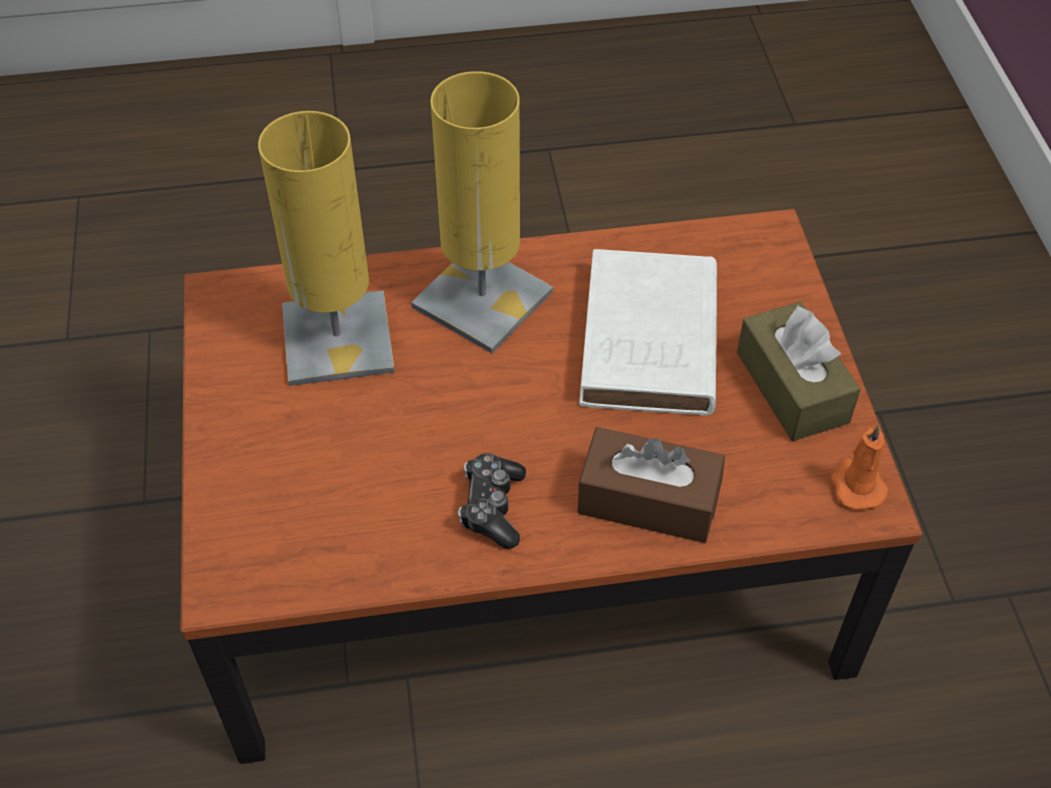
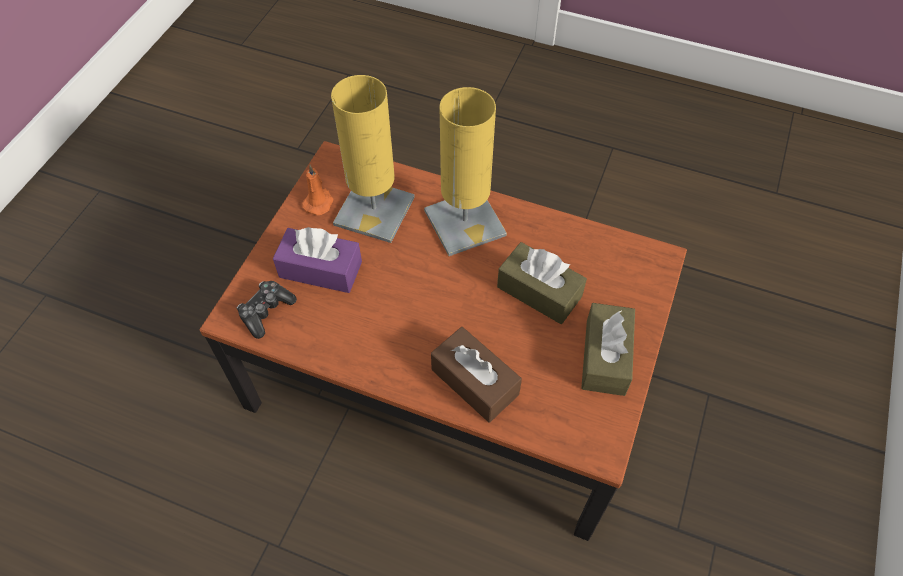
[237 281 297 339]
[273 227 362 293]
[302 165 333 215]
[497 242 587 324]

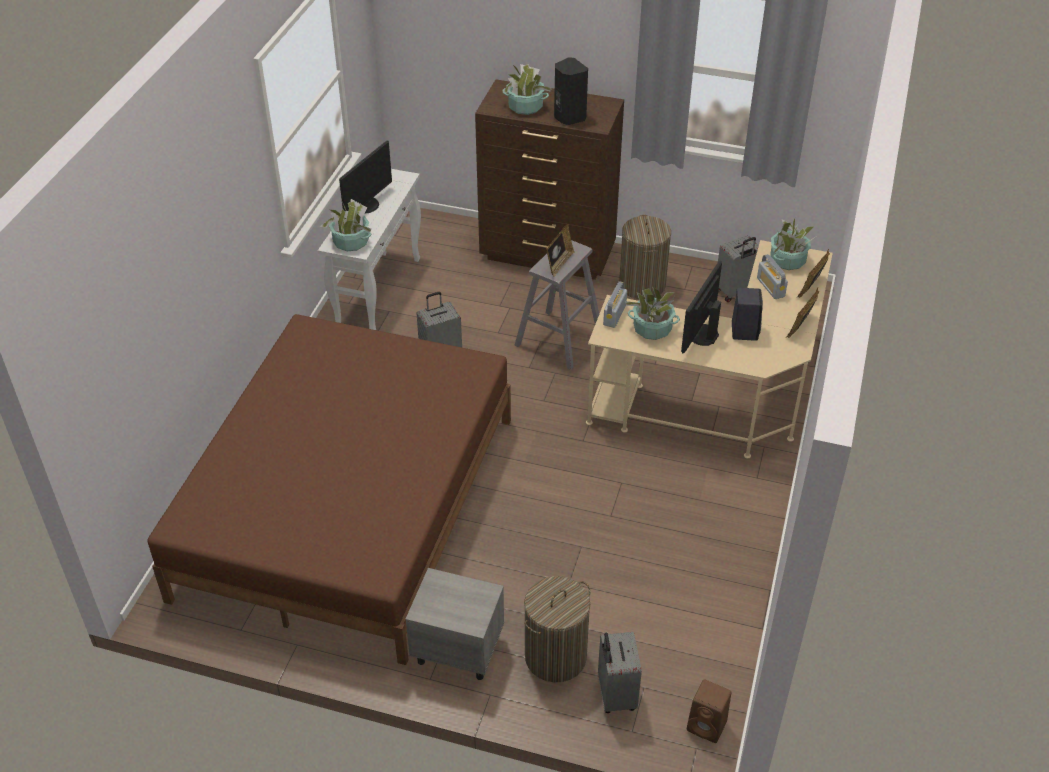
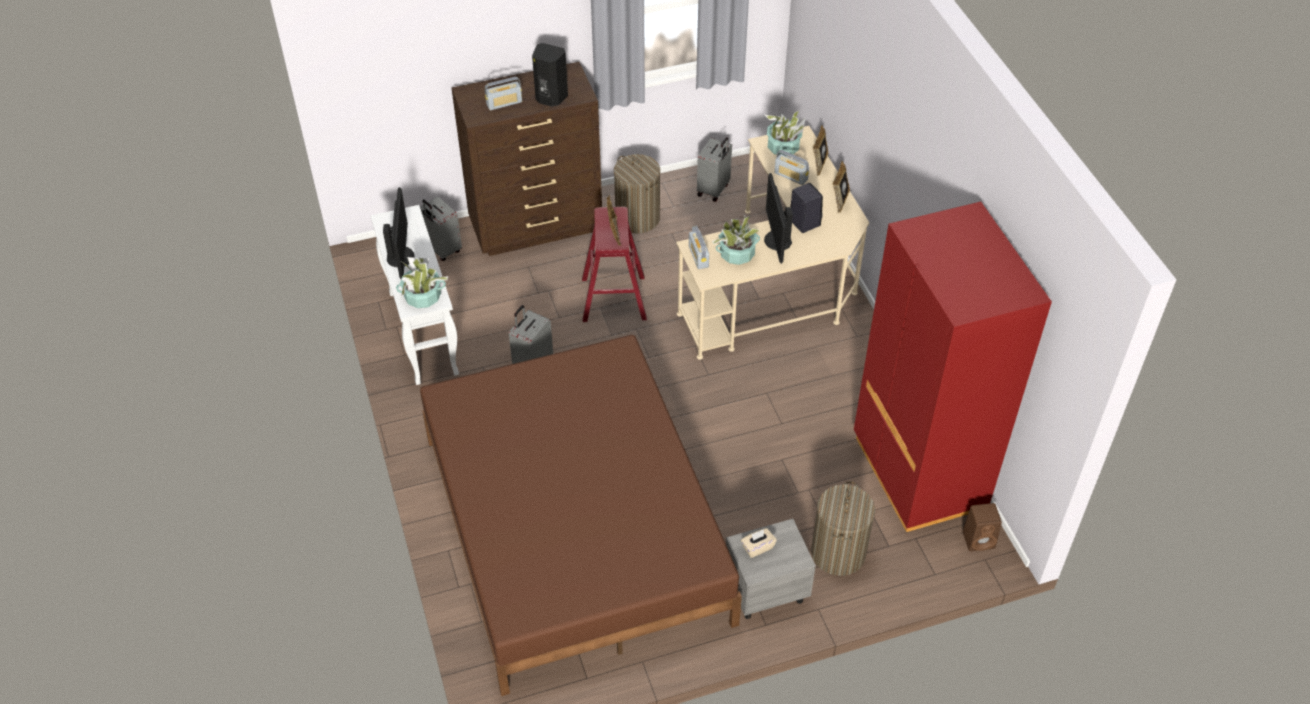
[420 197 462 261]
[485 77 522 110]
[582 207 647 322]
[741 528 777 558]
[854 202 1052 532]

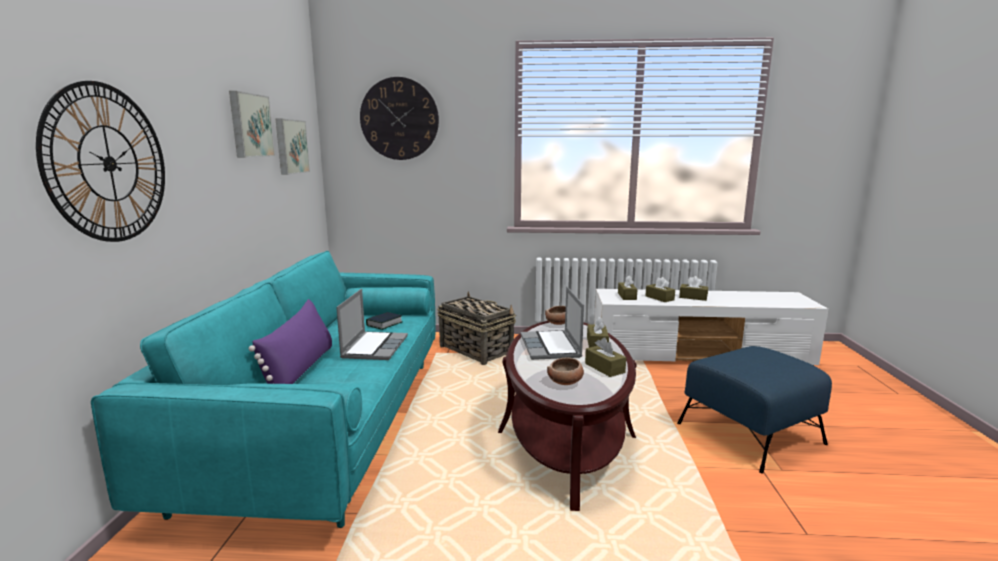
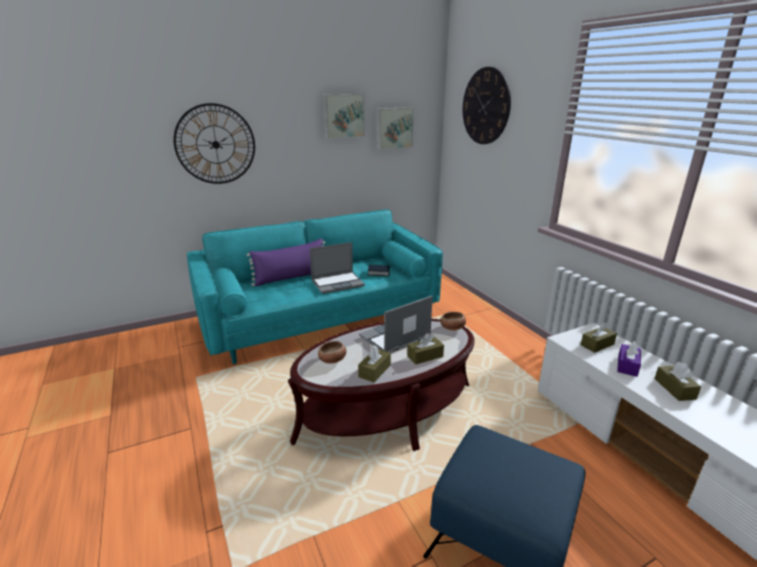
[617 341 641 377]
[437 291 516 365] (first image)

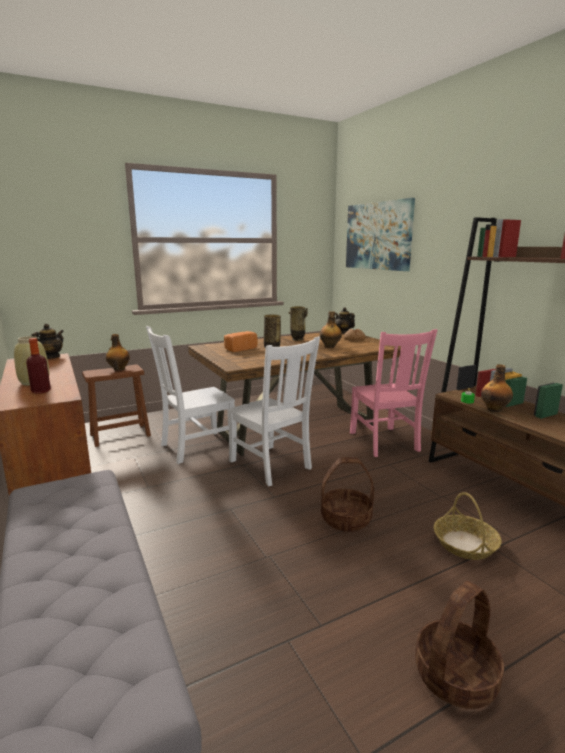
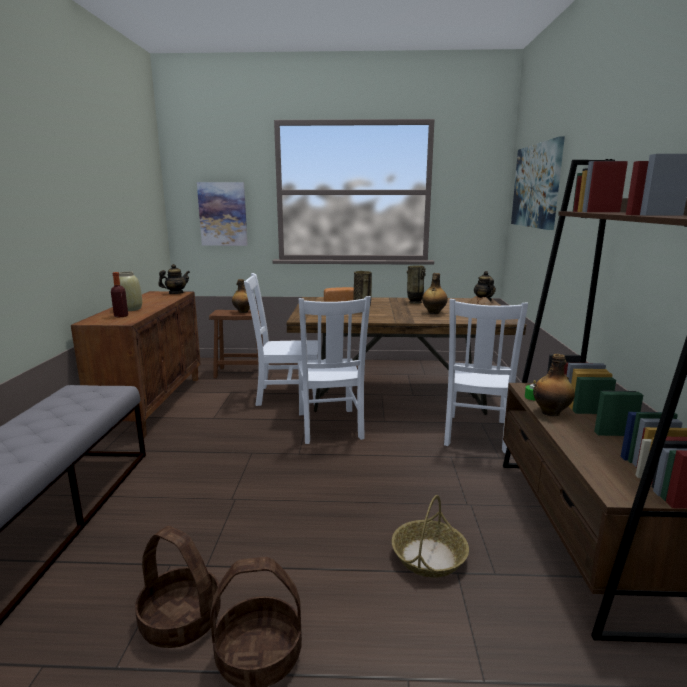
[135 526 221 648]
[197 182 248 246]
[444 299 528 453]

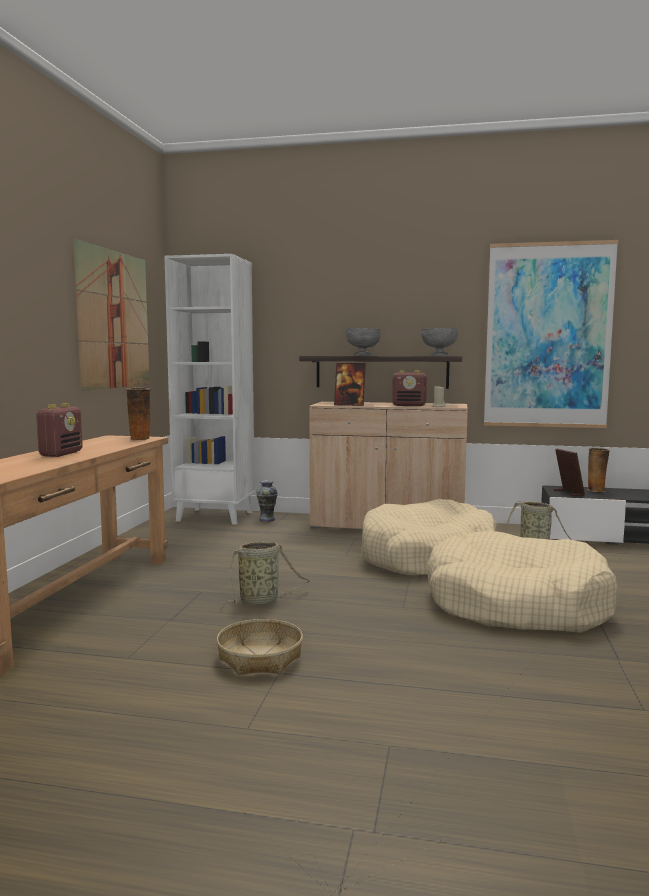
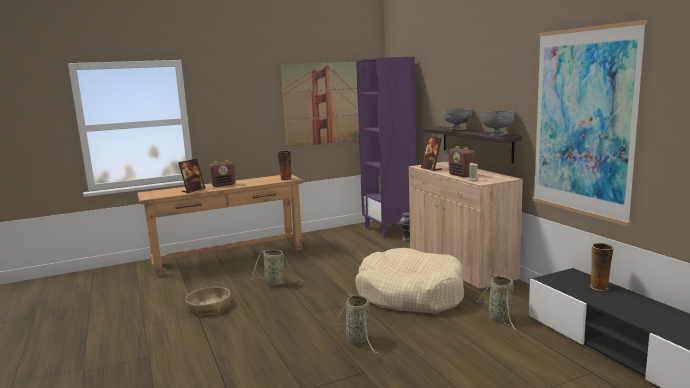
[178 159 206 193]
[333 294 378 354]
[356 57 416 239]

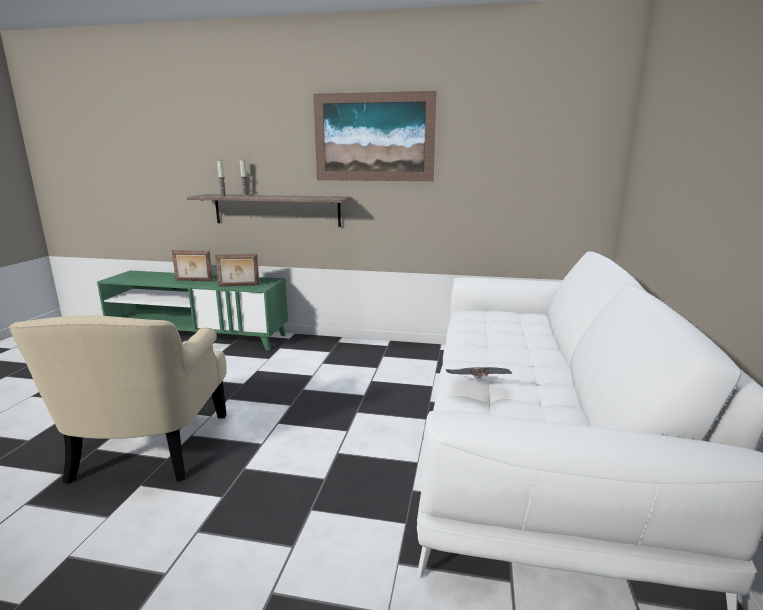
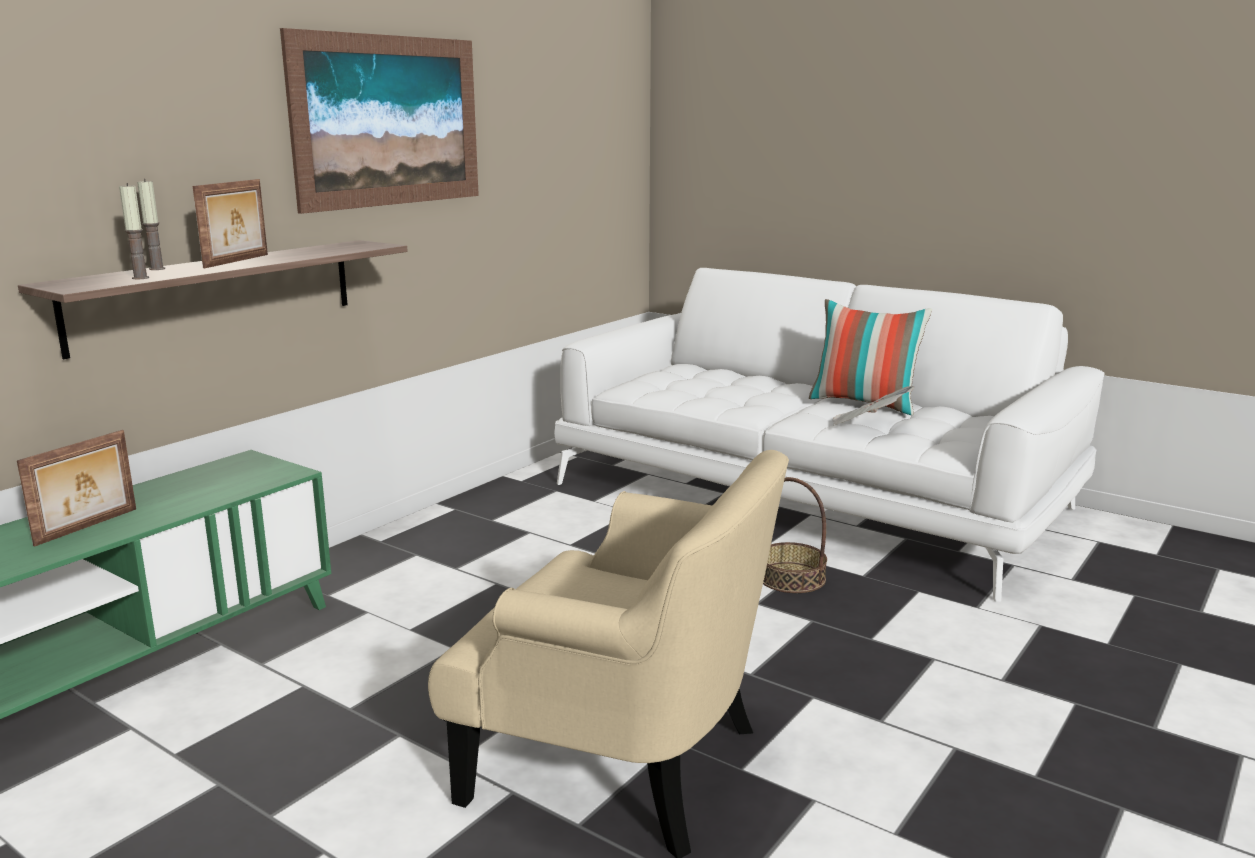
[193 179 268 268]
[763 477 827 593]
[809 299 932 416]

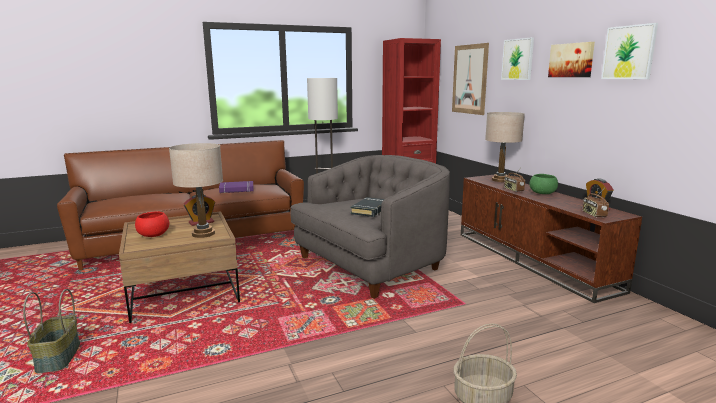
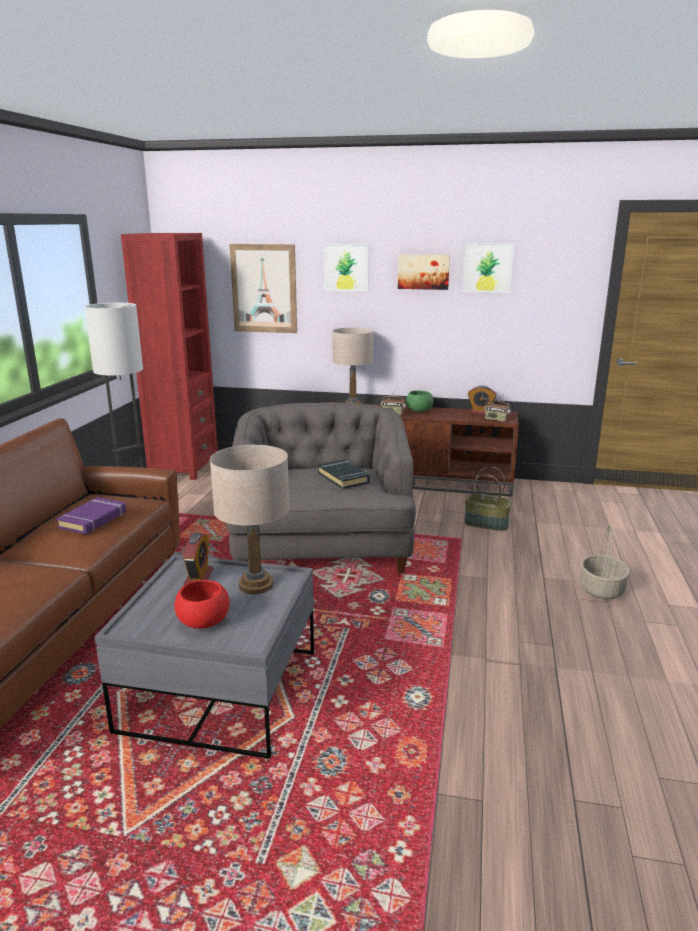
[94 554 314 759]
[465 467 512 531]

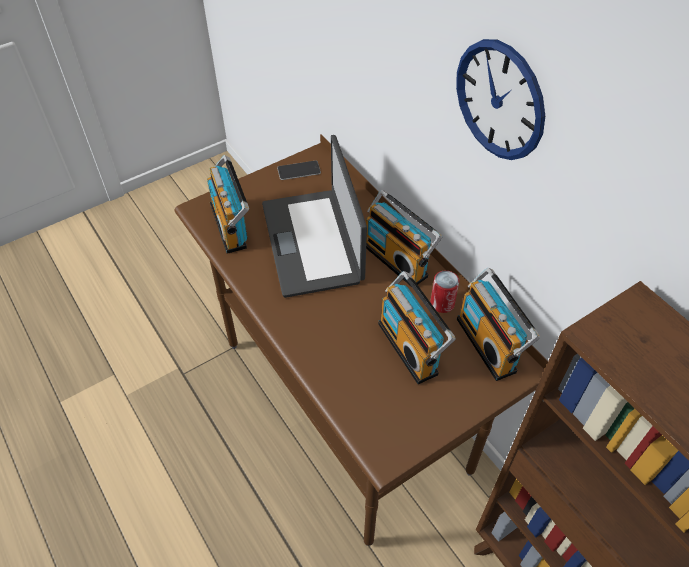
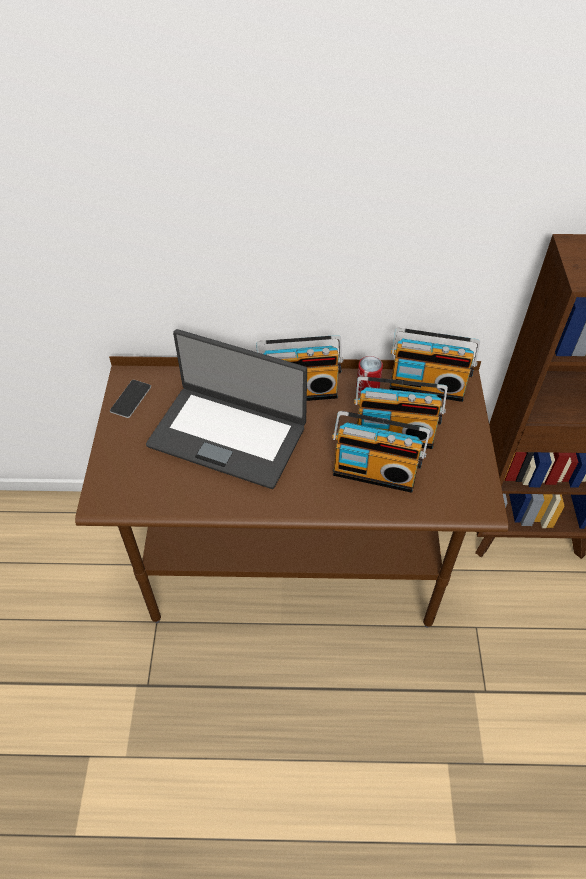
[332 411 430 493]
[456 39 545 160] (first image)

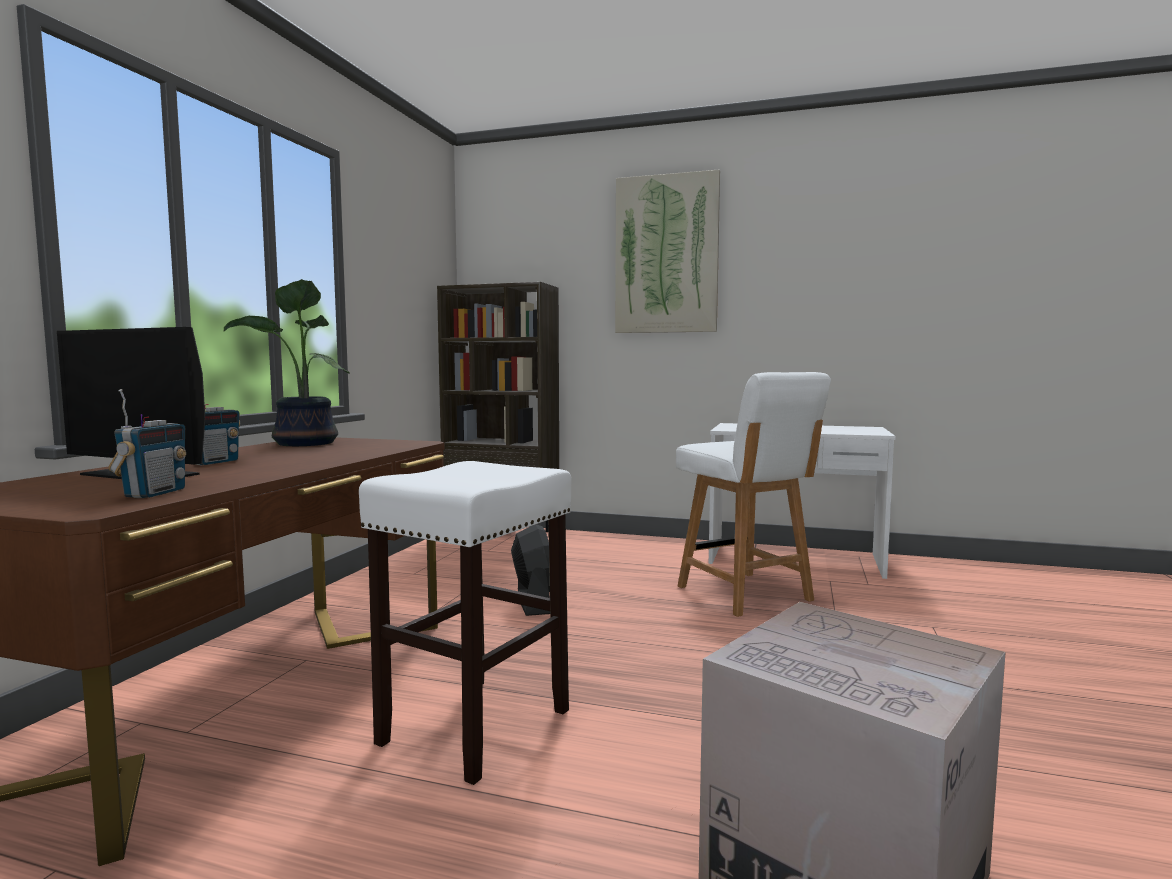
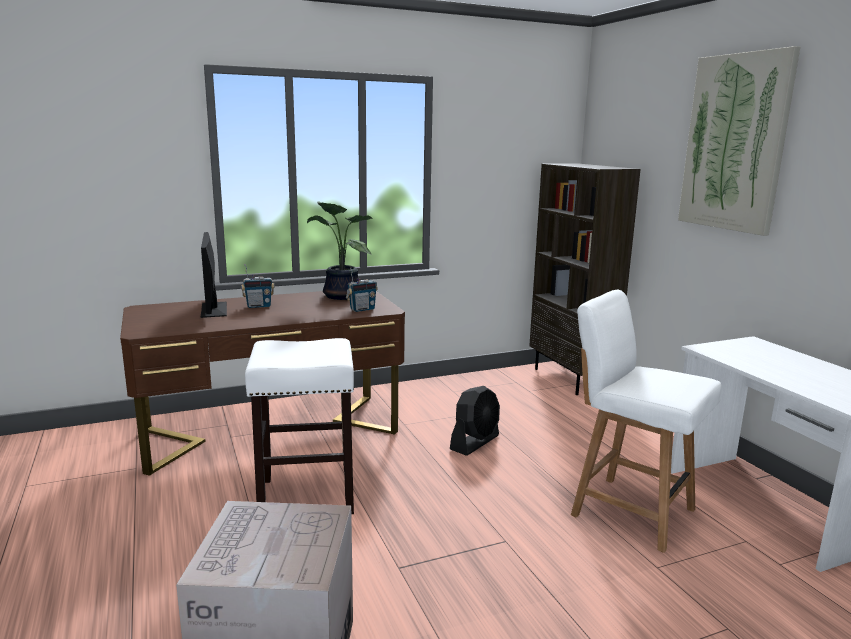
[346 268 378 312]
[571 290 721 553]

